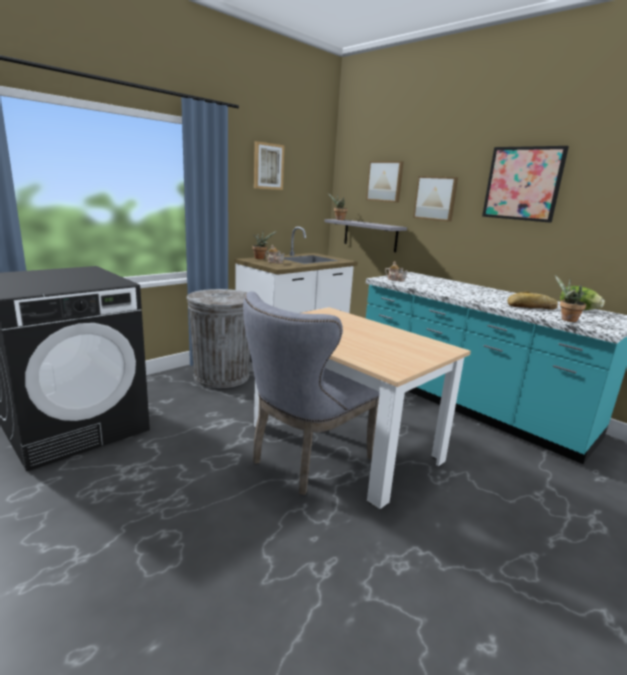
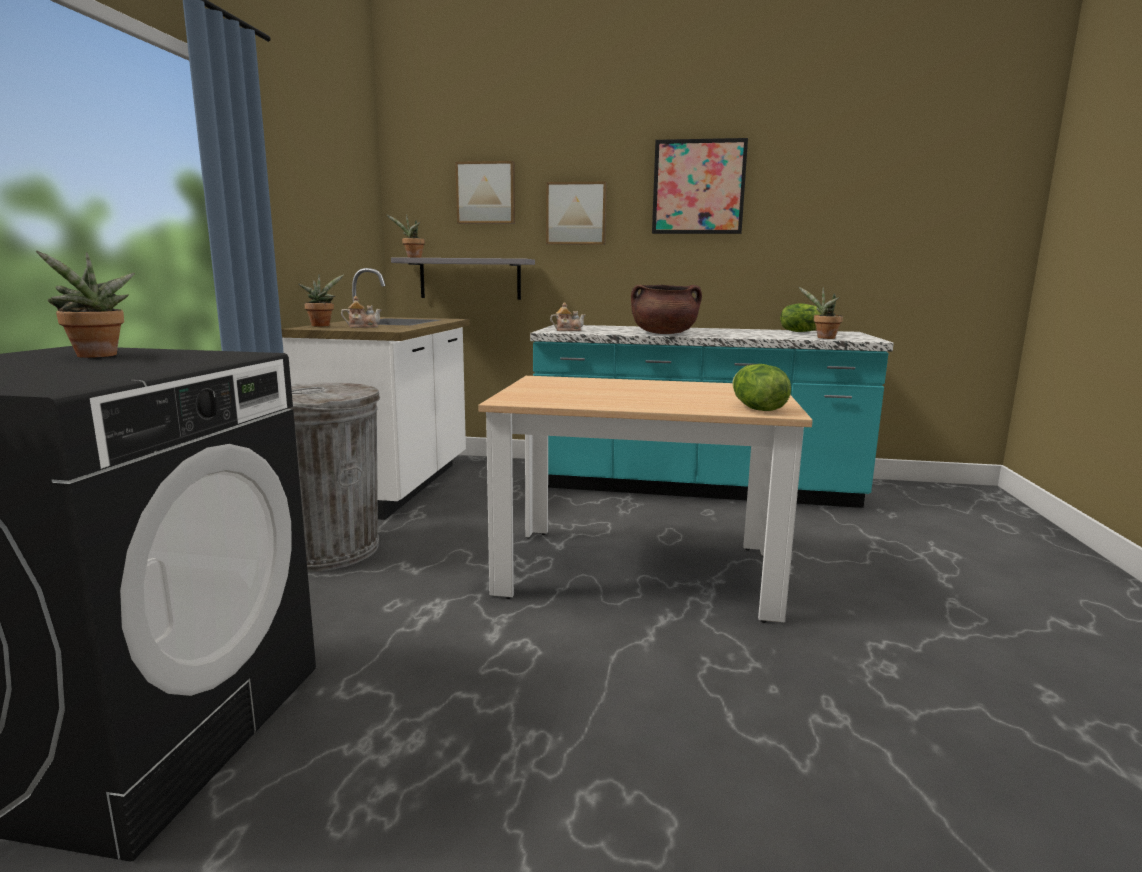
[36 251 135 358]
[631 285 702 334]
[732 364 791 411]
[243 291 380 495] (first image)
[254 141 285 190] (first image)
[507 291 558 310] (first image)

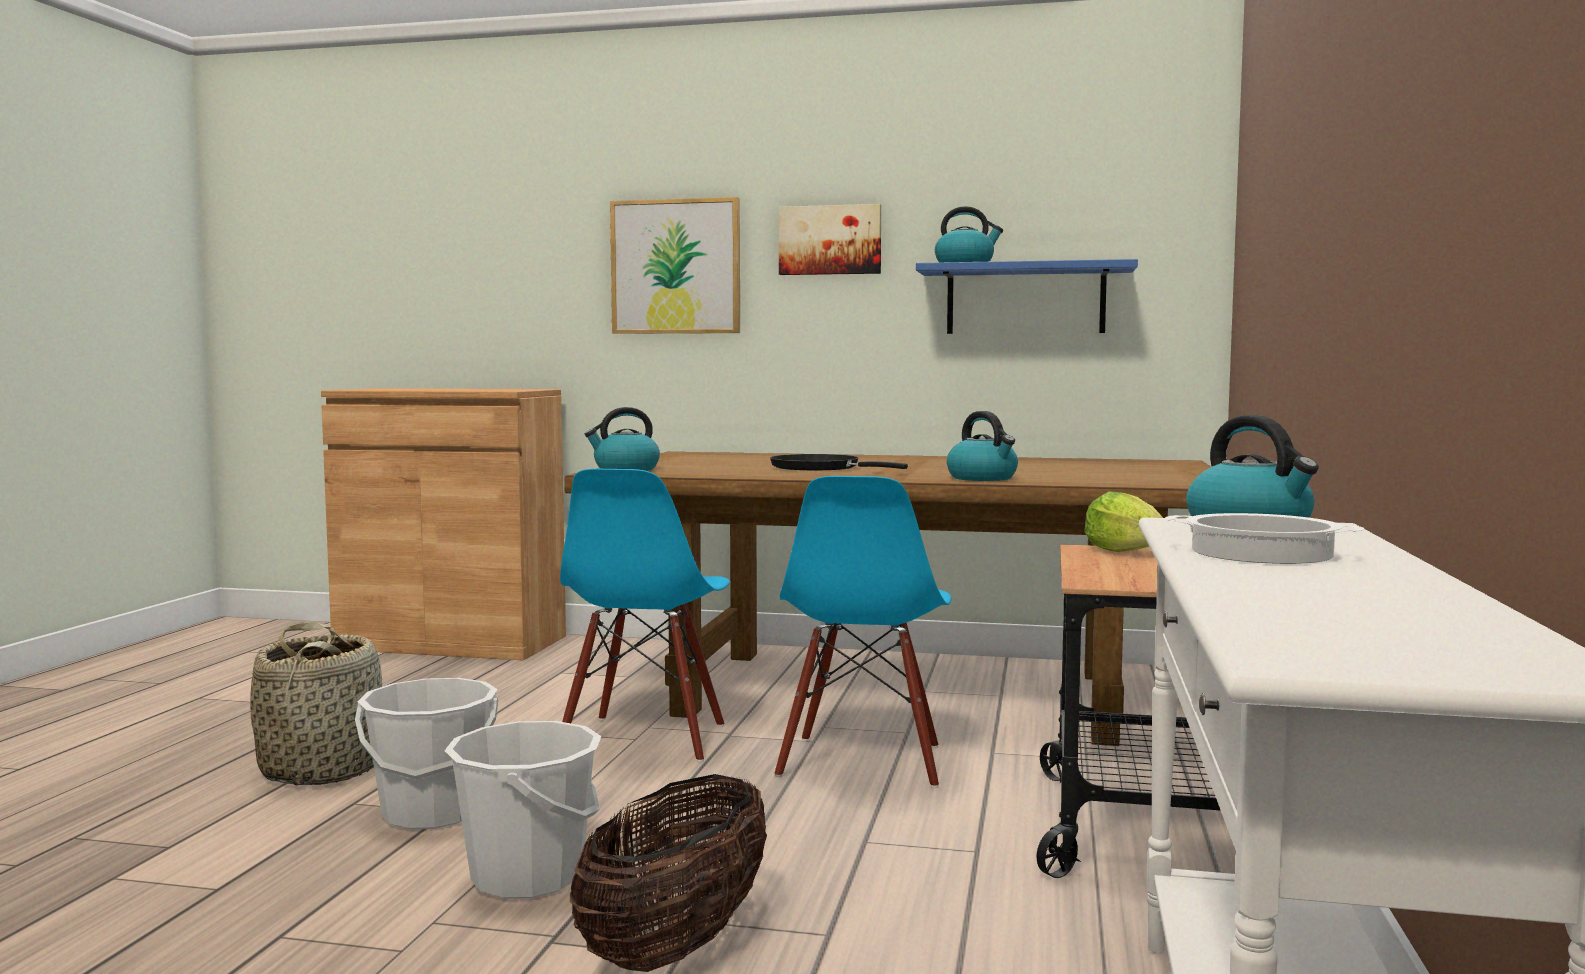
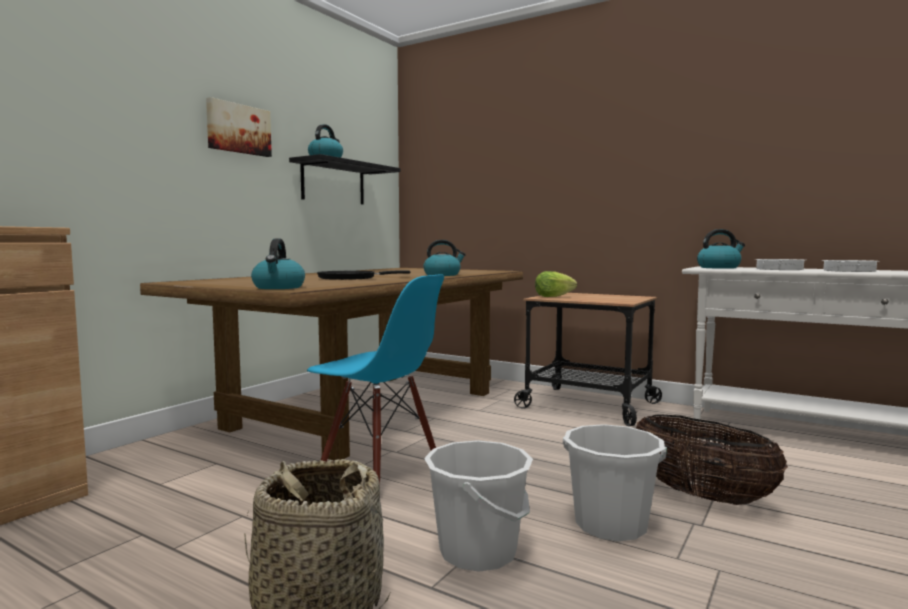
[289 154 400 204]
[822 260 878 272]
[610 197 740 334] (first image)
[774 476 951 788] (first image)

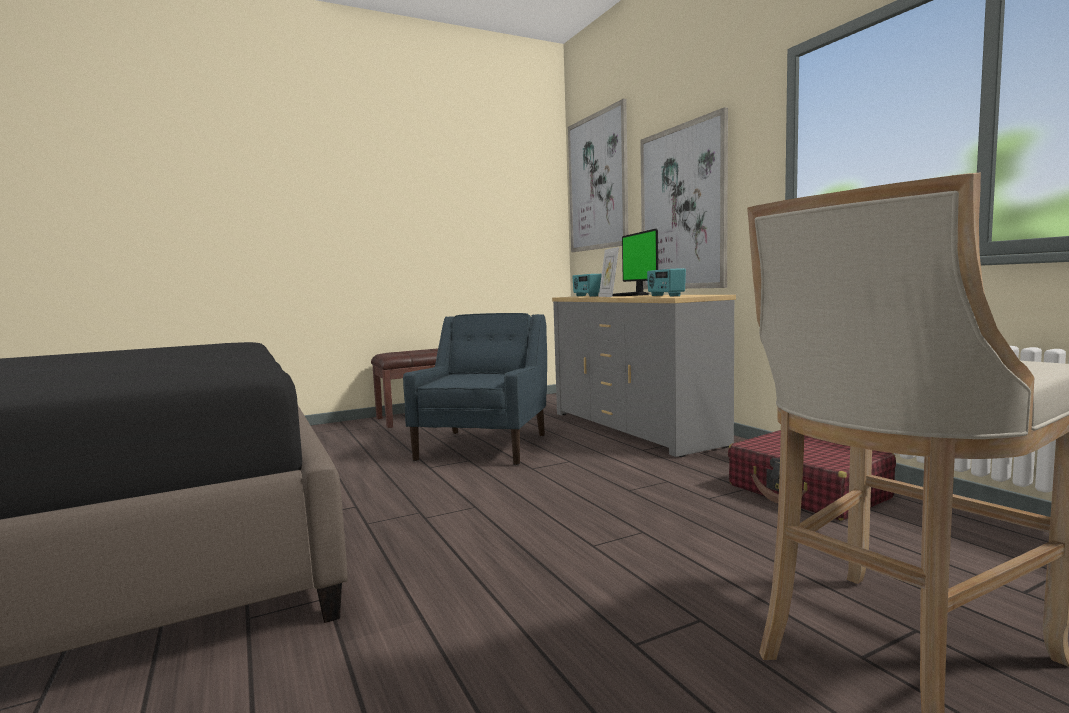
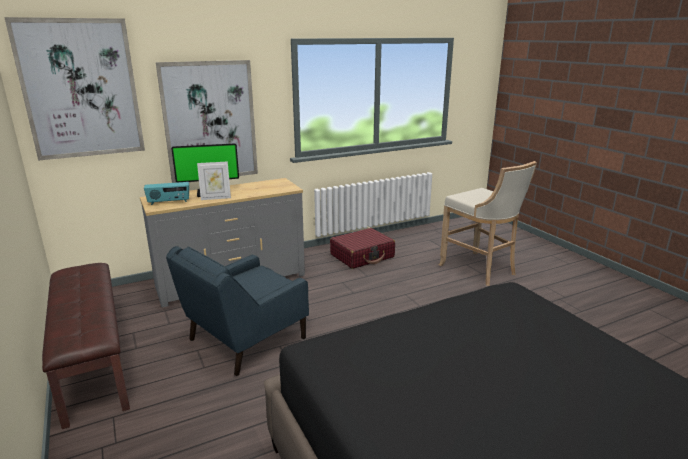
[166 246 309 376]
[647 268 686 297] (first image)

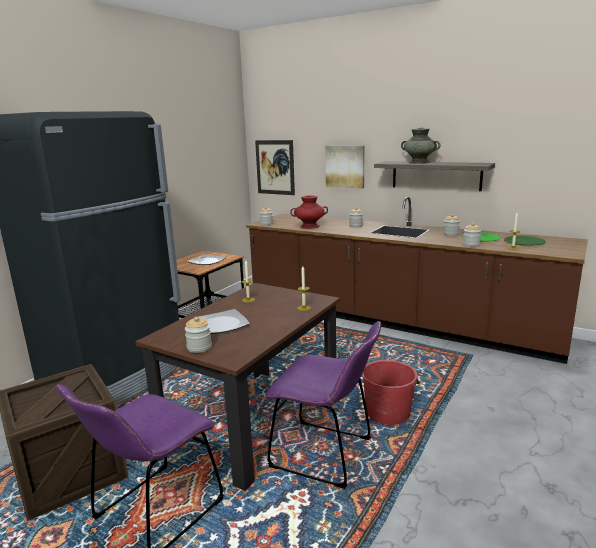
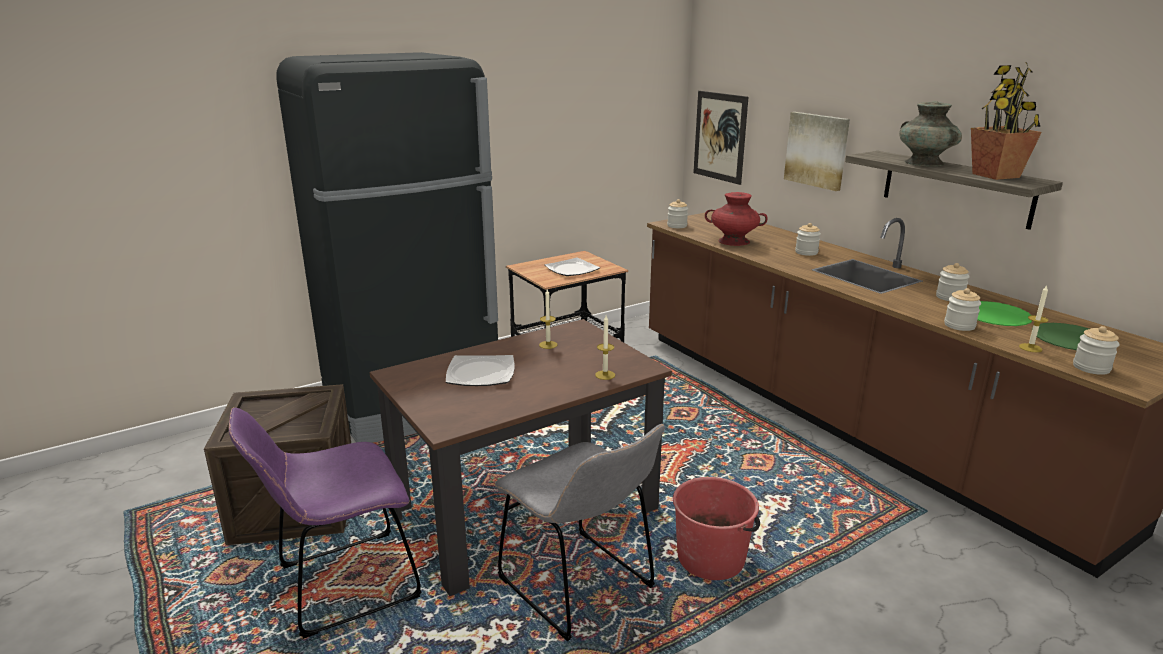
[495 424 665 641]
[971 62 1042 180]
[1073 326 1120 375]

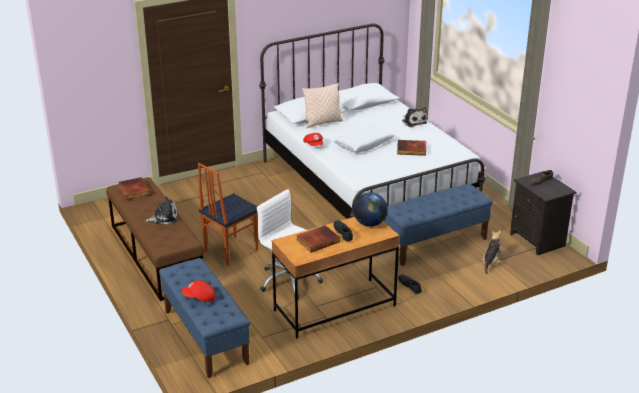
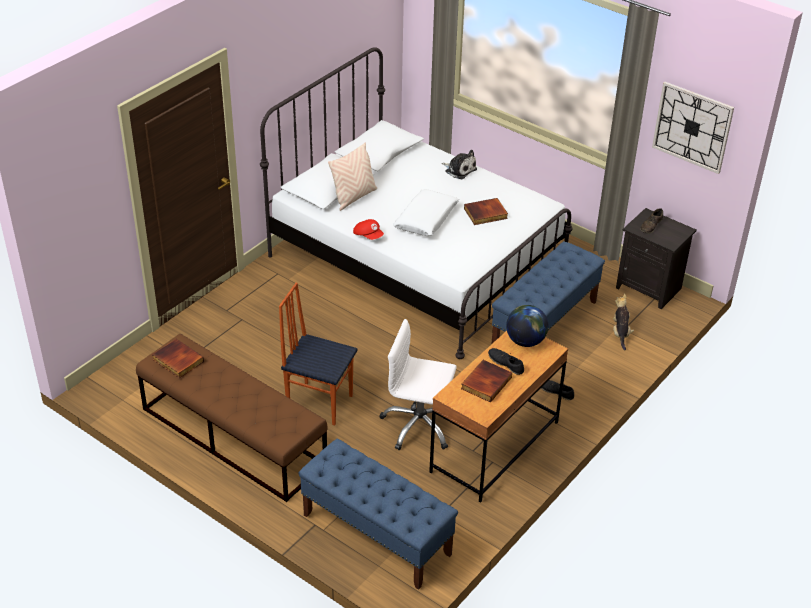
[279 283 358 426]
[652 82 734 174]
[145 196 177 225] (first image)
[182 280 215 302] (first image)

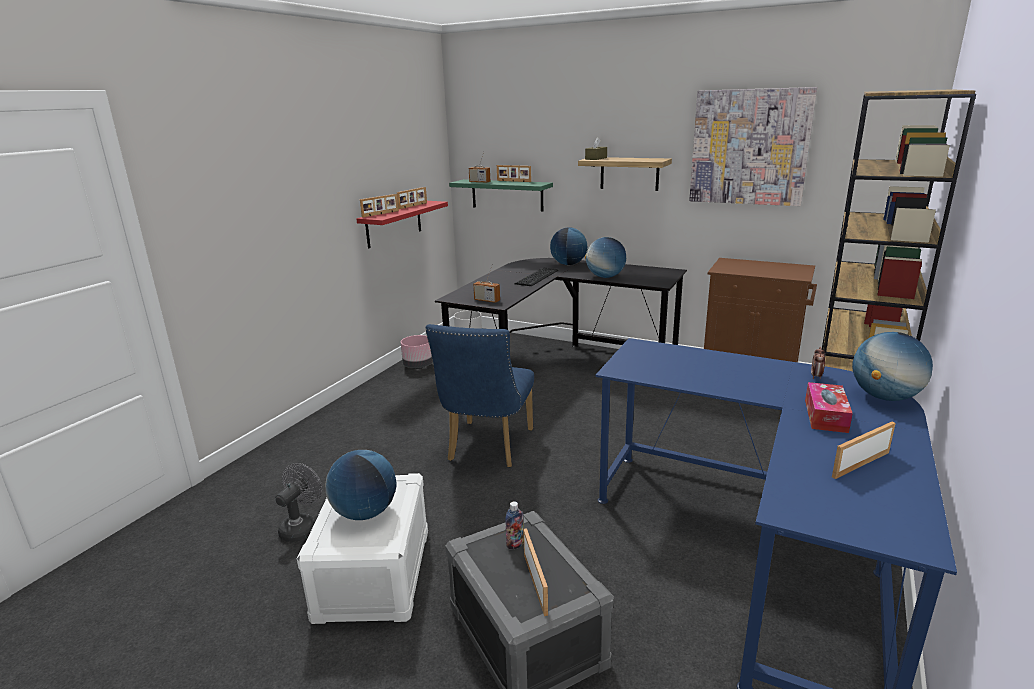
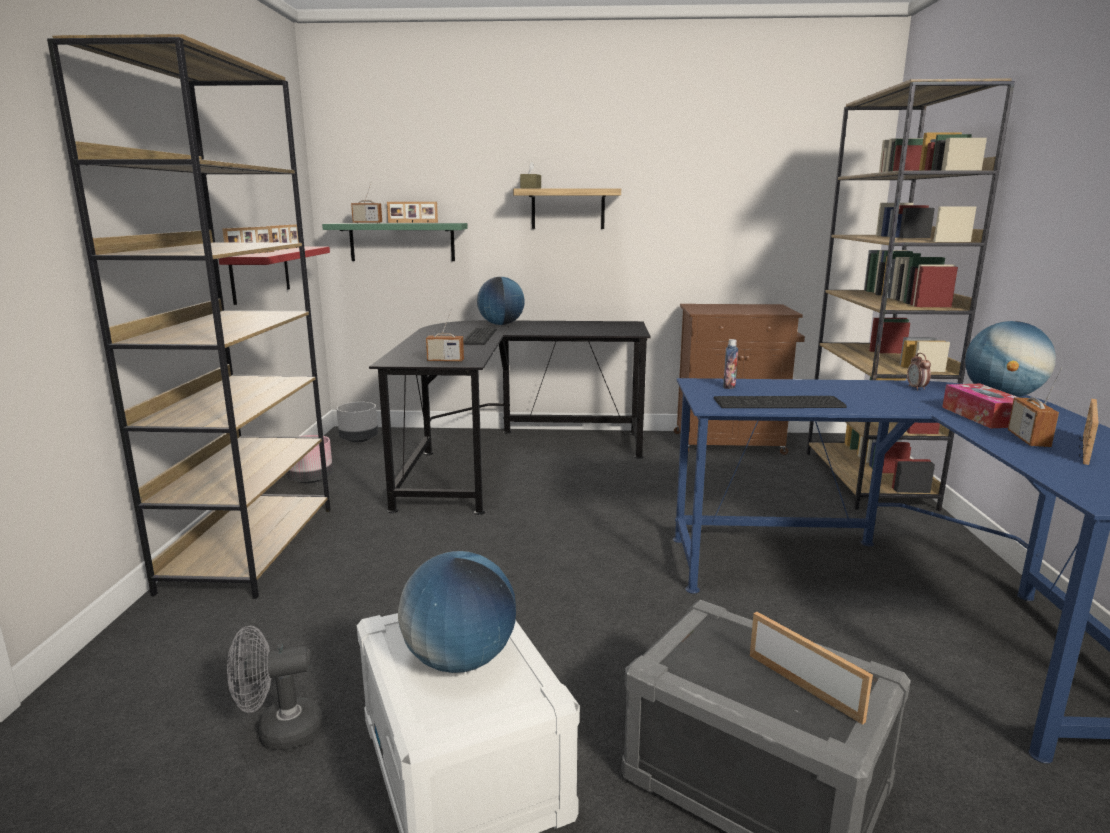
[47 34 330 599]
[227 626 322 750]
[714 396 847 408]
[723 339 738 389]
[1008 367 1062 447]
[426 324 534 467] (first image)
[585 237 626 278] (first image)
[689 87 817 206] (first image)

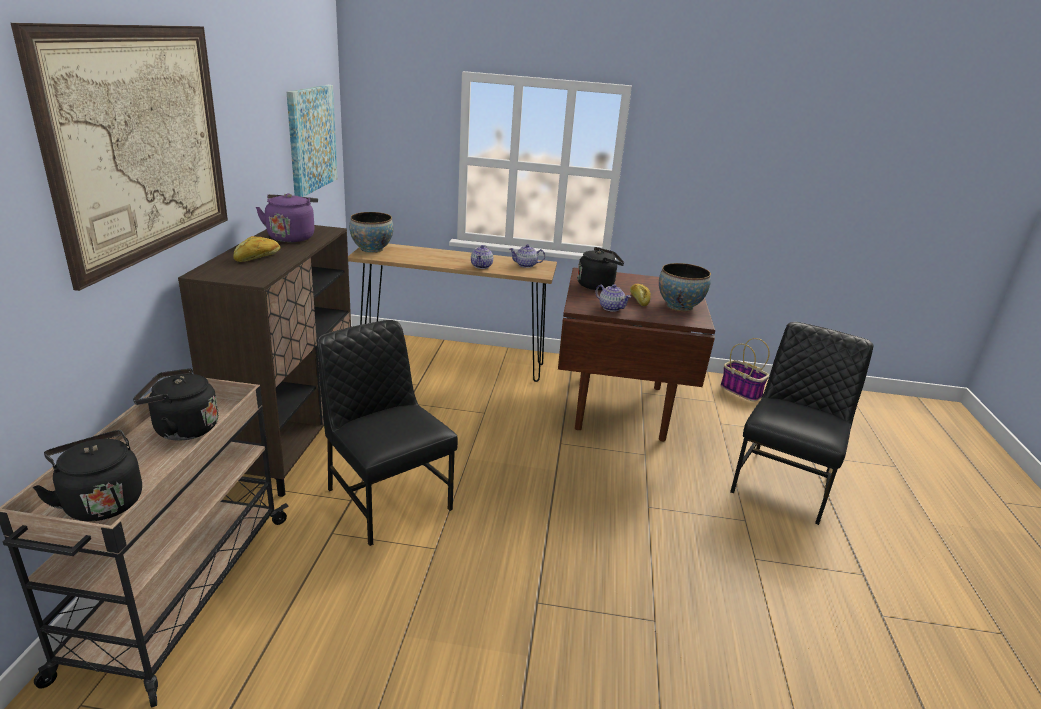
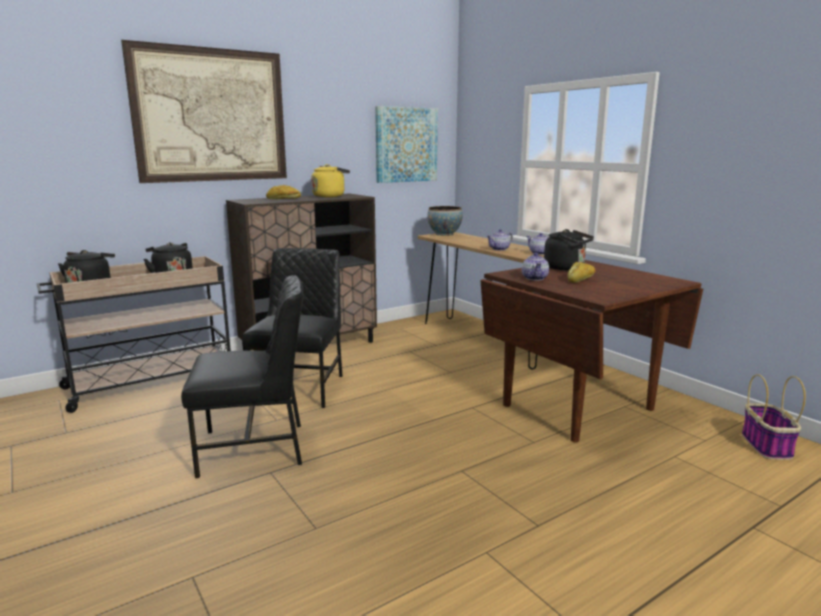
[181 275 303 478]
[311 164 350 197]
[659 263 711 311] (first image)

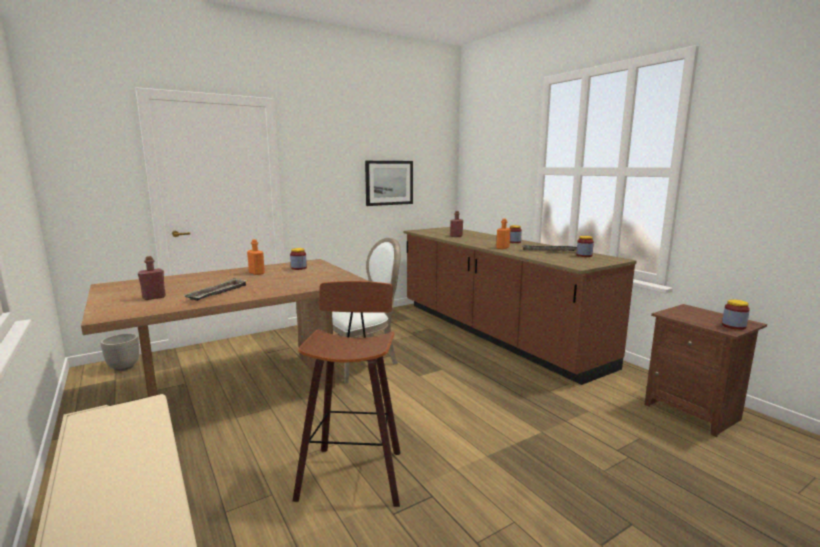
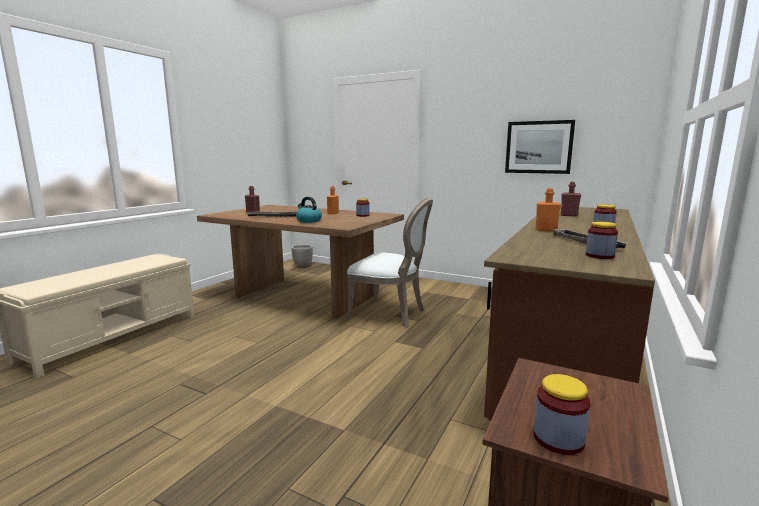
[296 197 322 223]
[292 281 401 507] (first image)

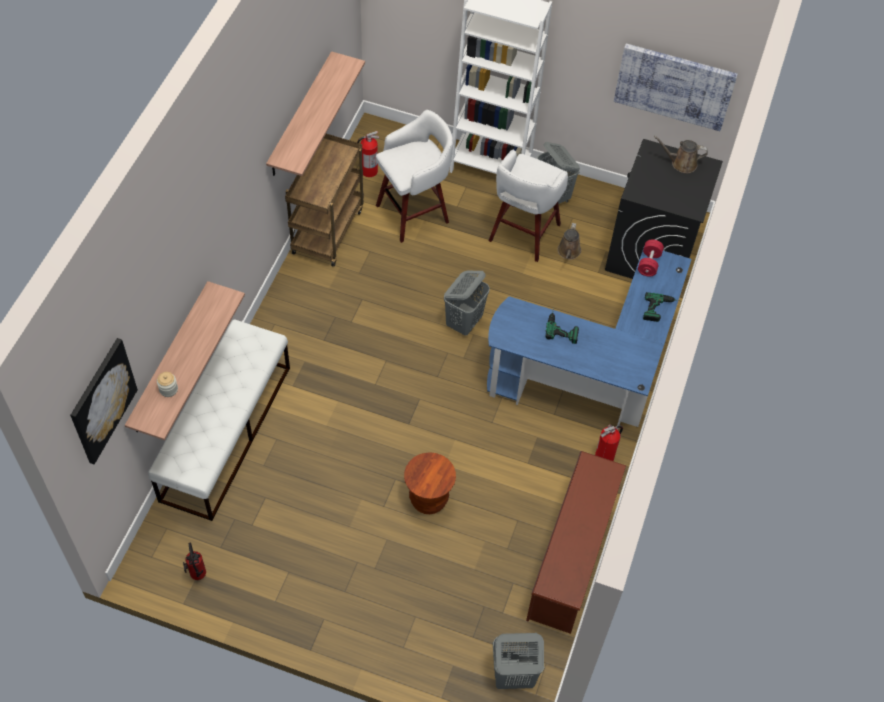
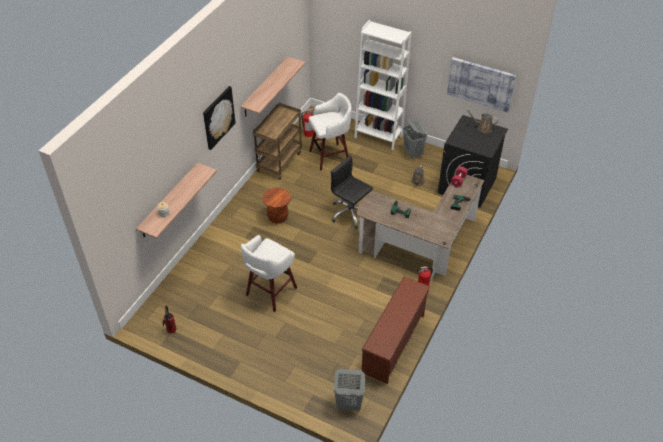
[203 86 236 150]
[241 235 297 312]
[263 188 291 223]
[331 156 373 229]
[357 174 484 280]
[148 319 290 521] (first image)

